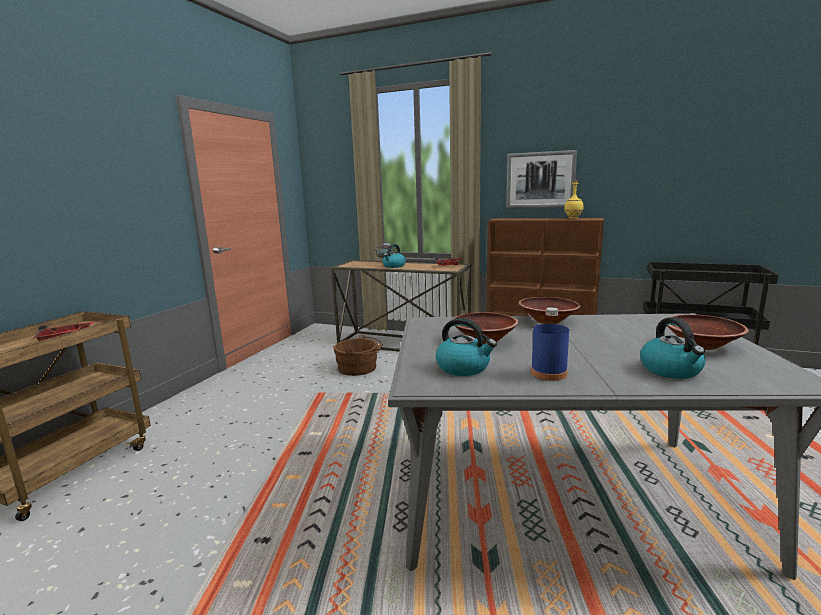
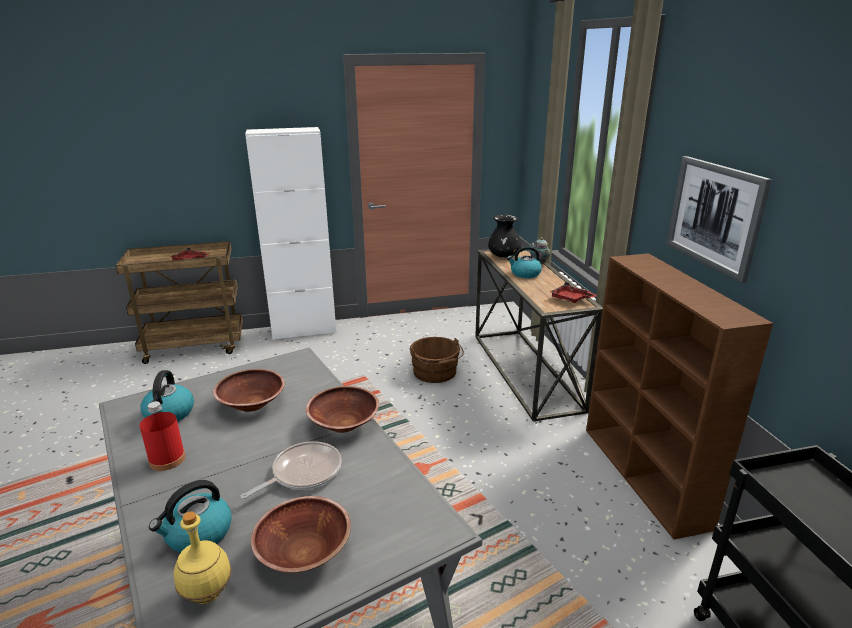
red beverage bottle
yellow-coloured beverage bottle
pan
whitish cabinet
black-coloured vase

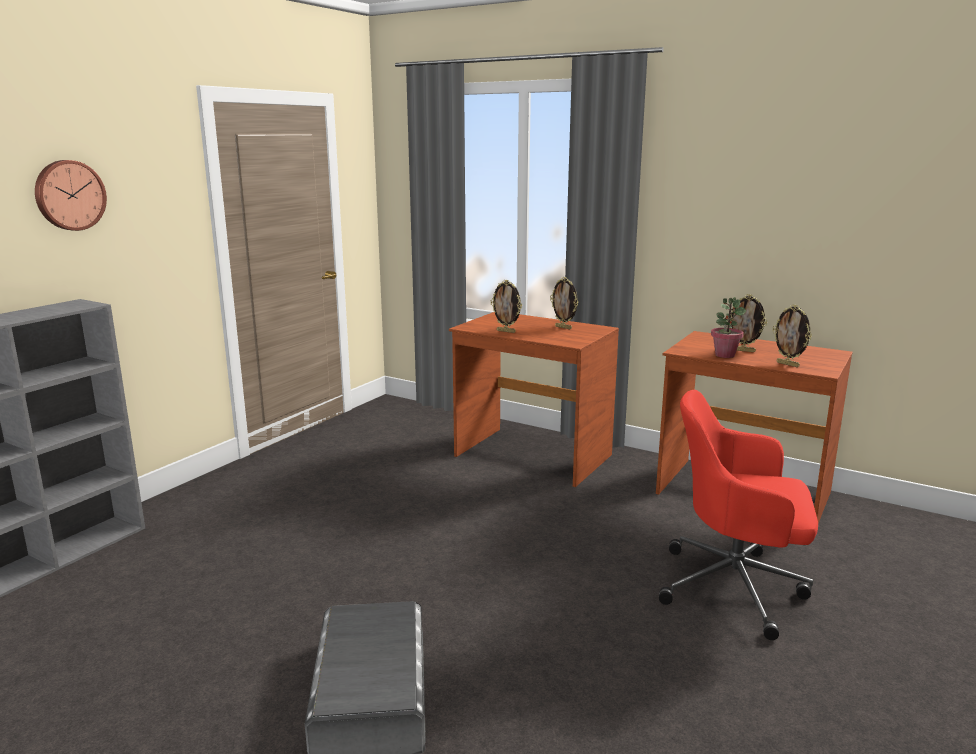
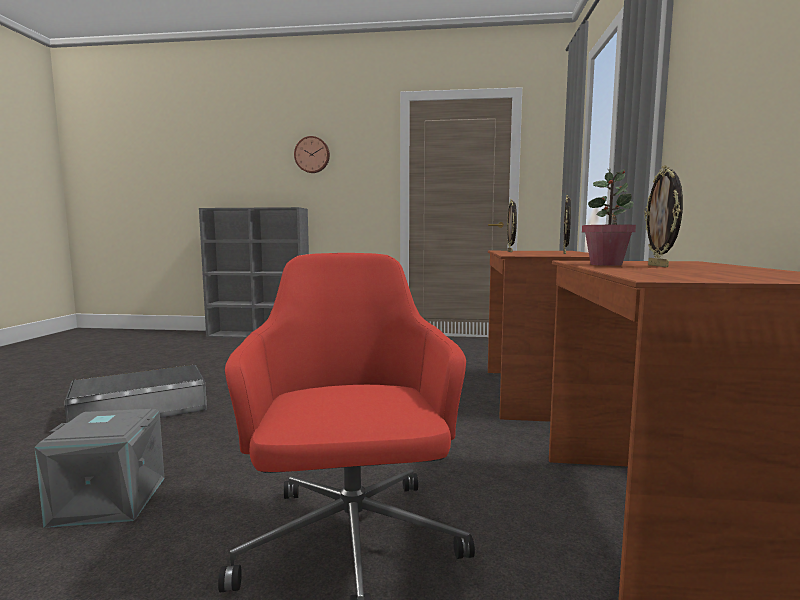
greyish storage box (1st from left)
standing frame (4th from left in the first image)

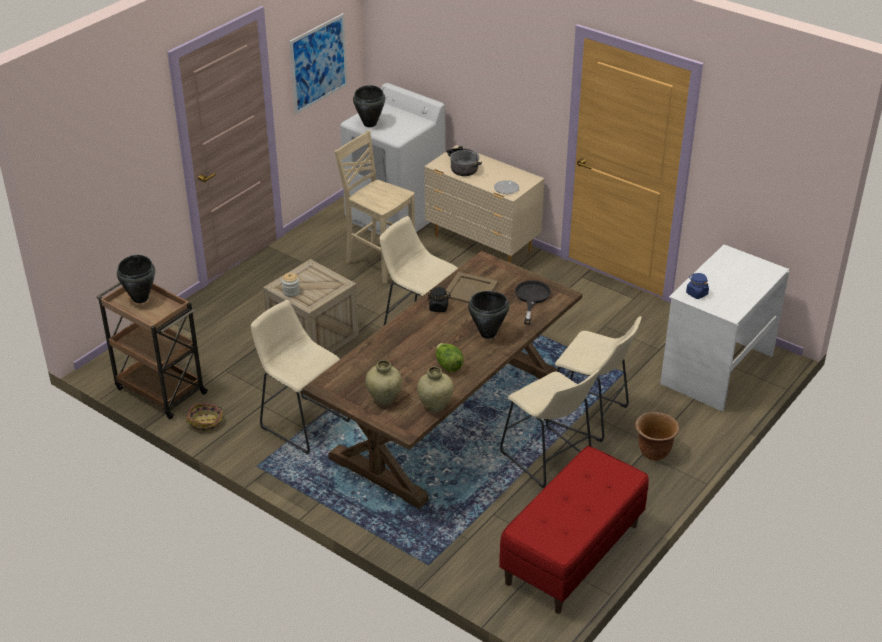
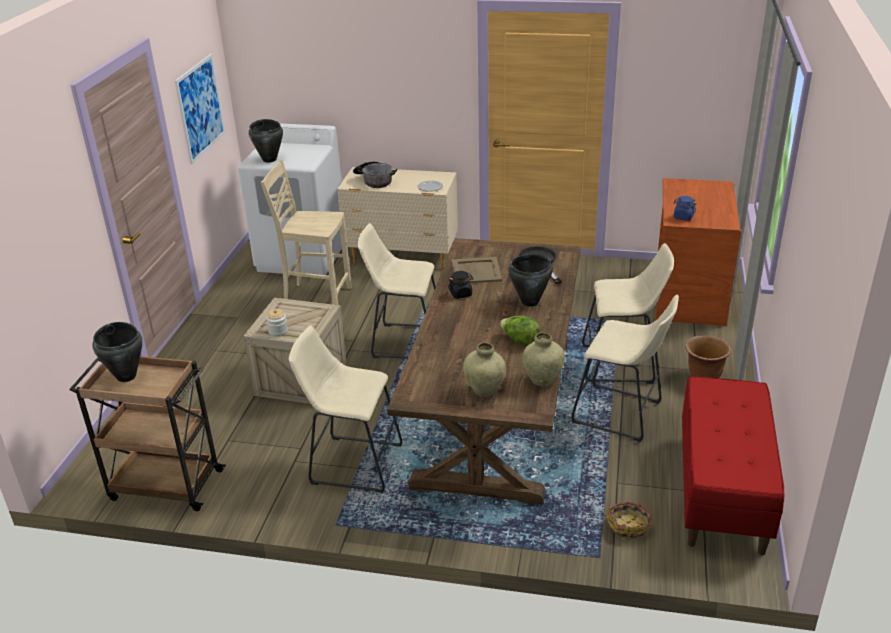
basket
brown desk

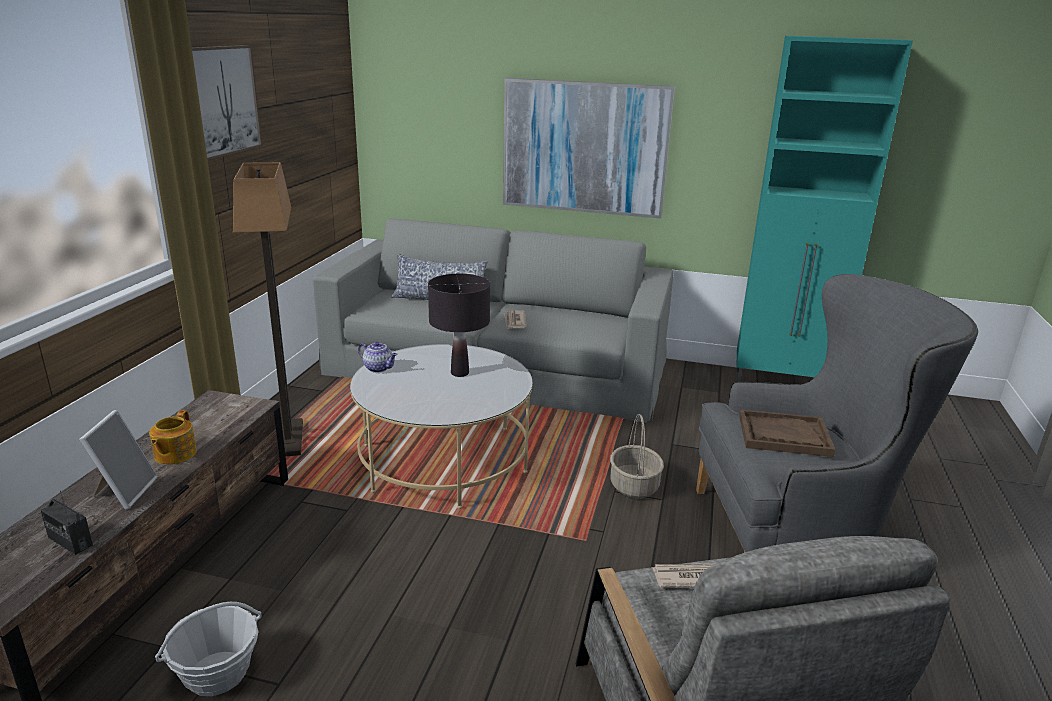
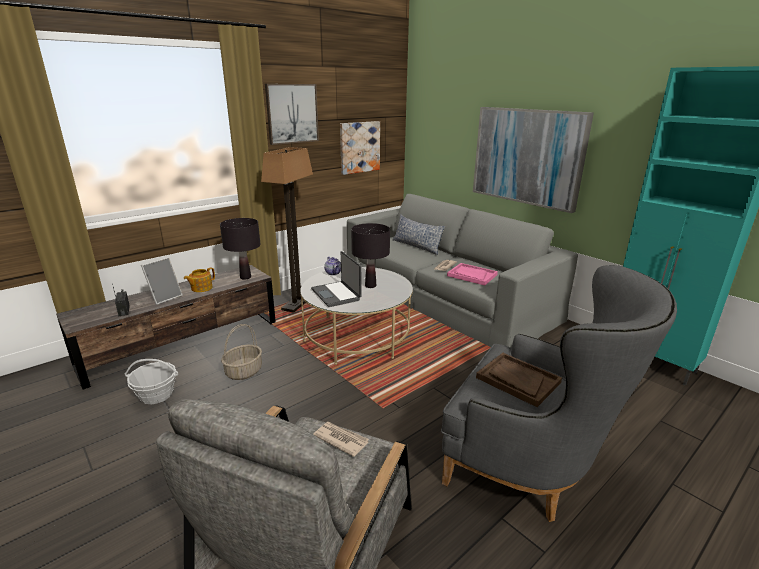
black-coloured table lamp (1st from left)
basket (2nd from left)
portable computer
wall art (2nd from left)
pink-coloured tray

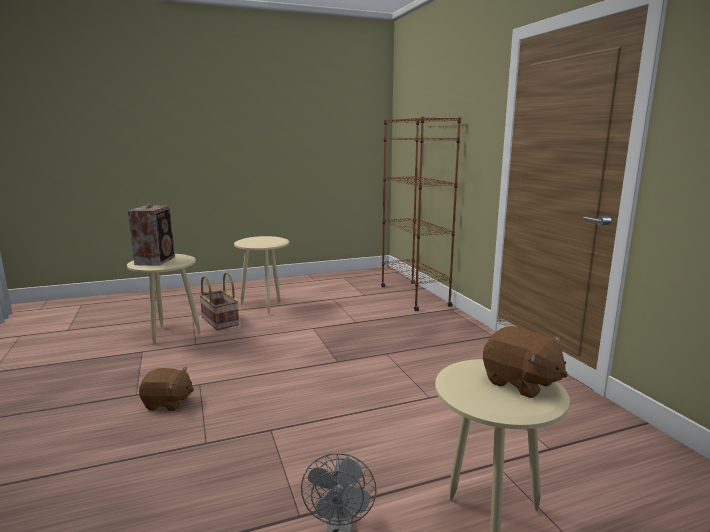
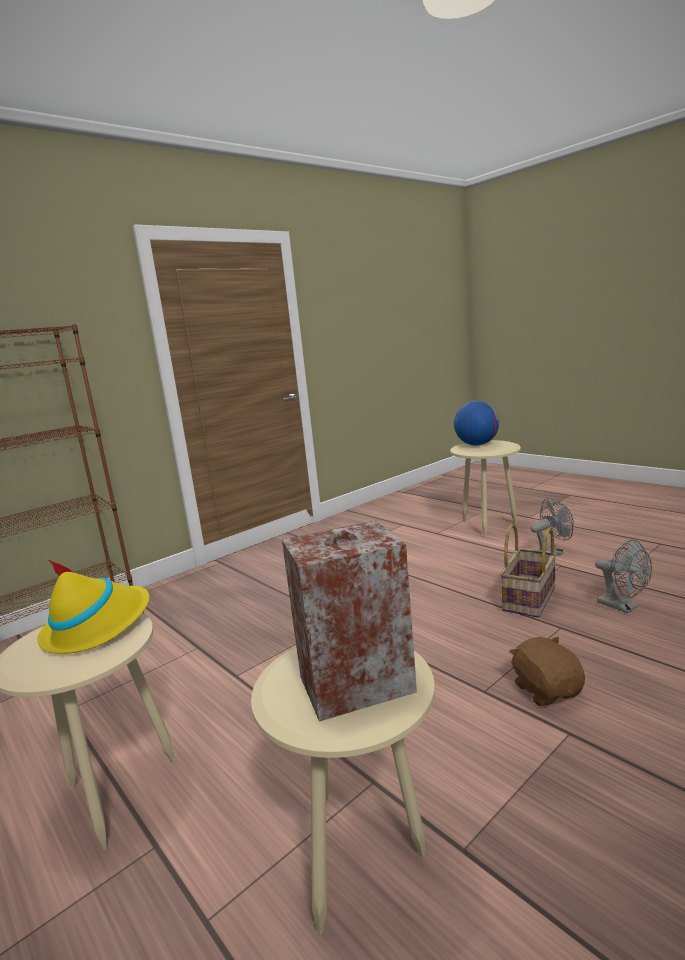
yellow-coloured clothing hat
globe
basket
greyish fan (2nd from left)

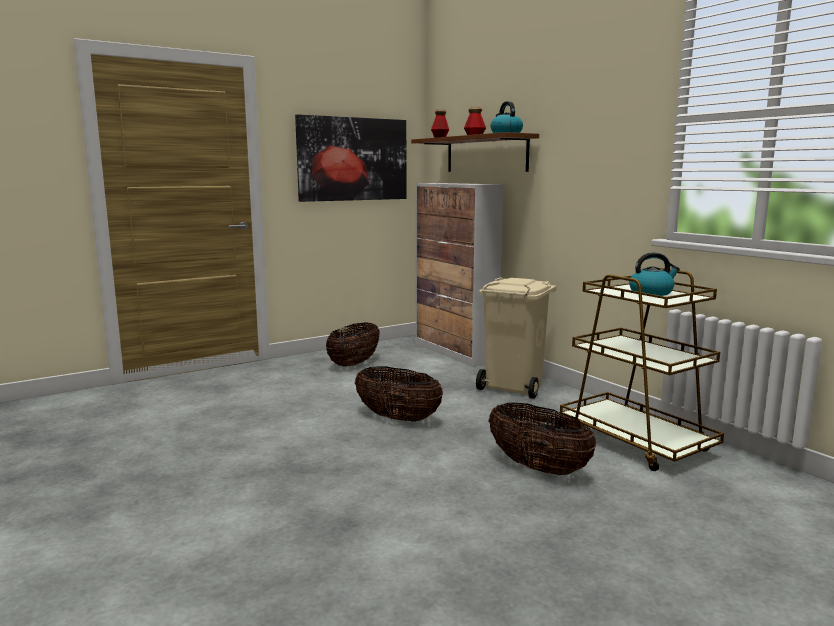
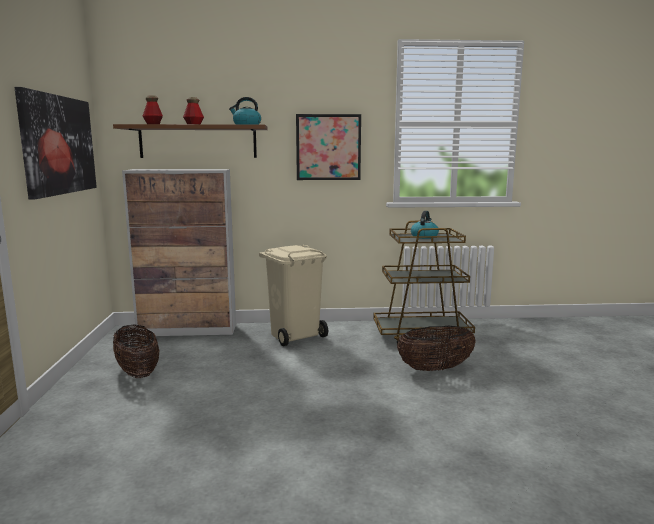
wall art (2nd from left)
basket (2nd from left in the first image)

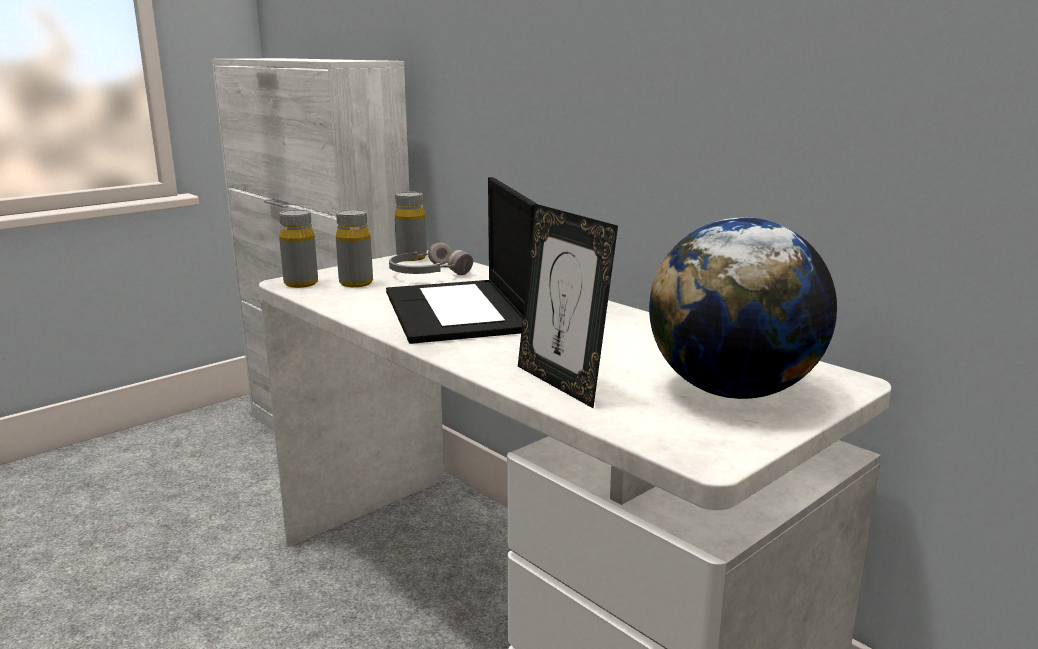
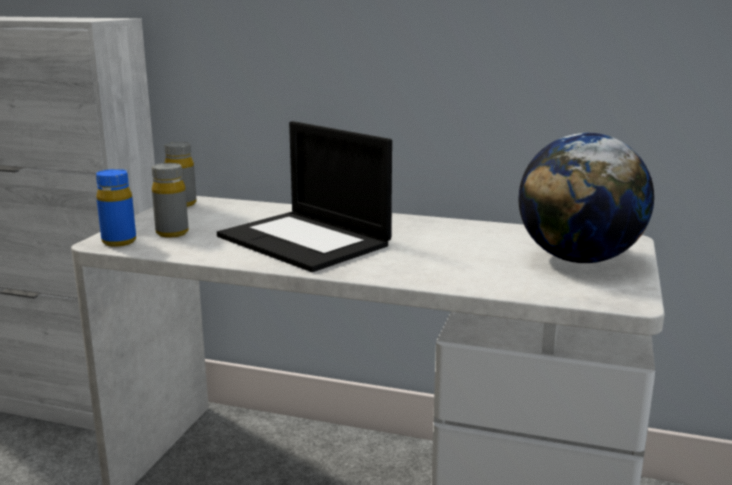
blue beverage bottle
greyish headphones
standing frame

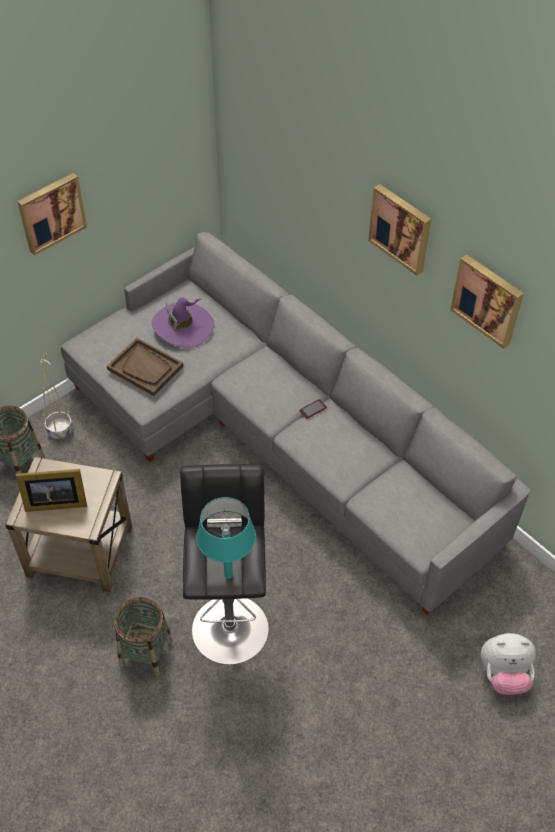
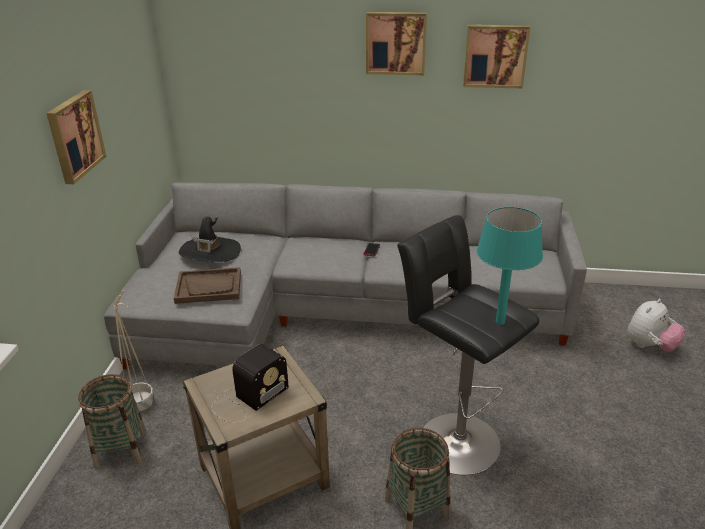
black-coloured clothing hat
radio

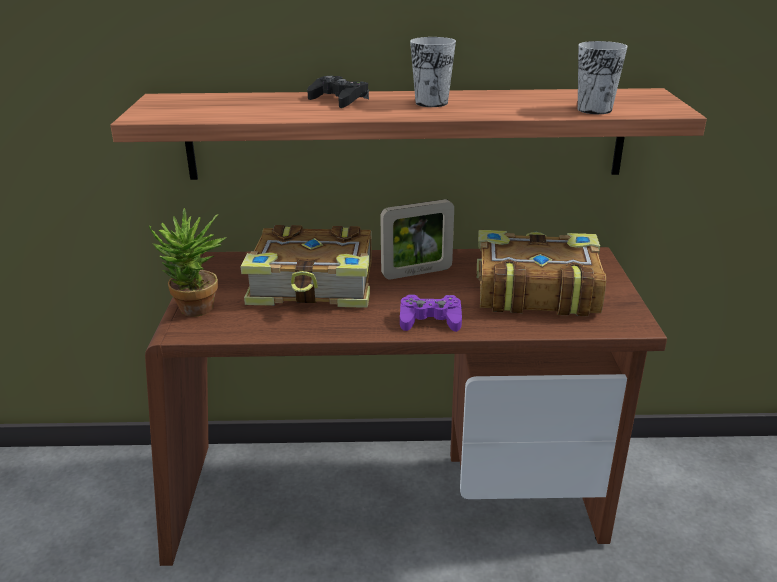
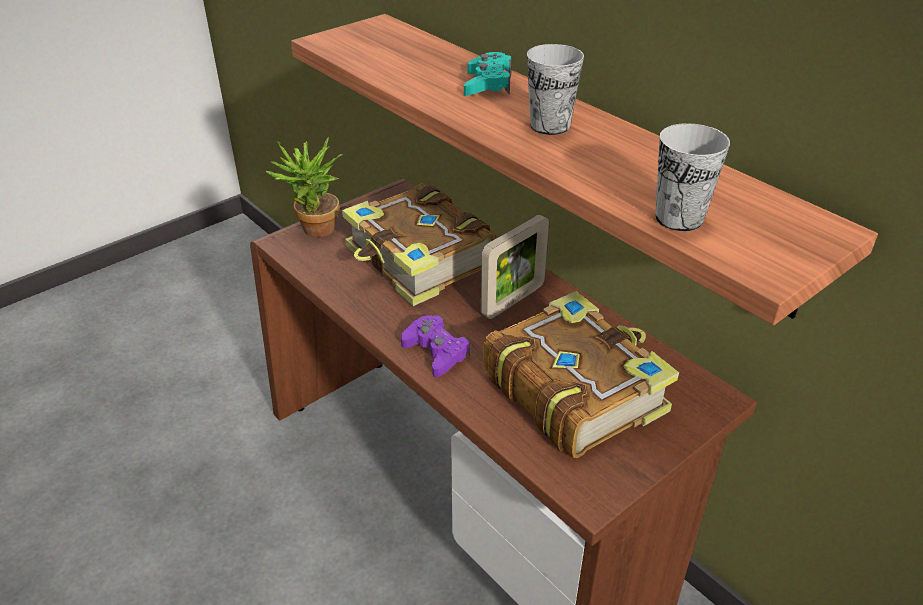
blue-green joypad
standing frame

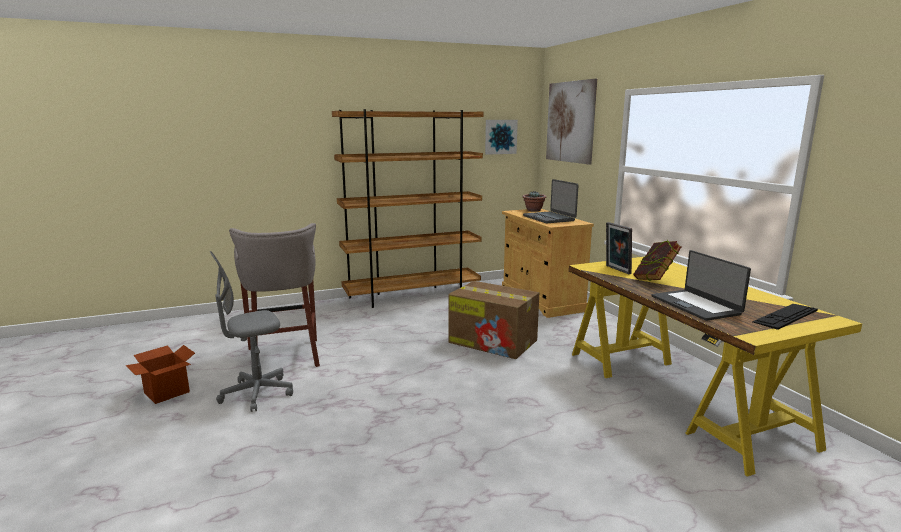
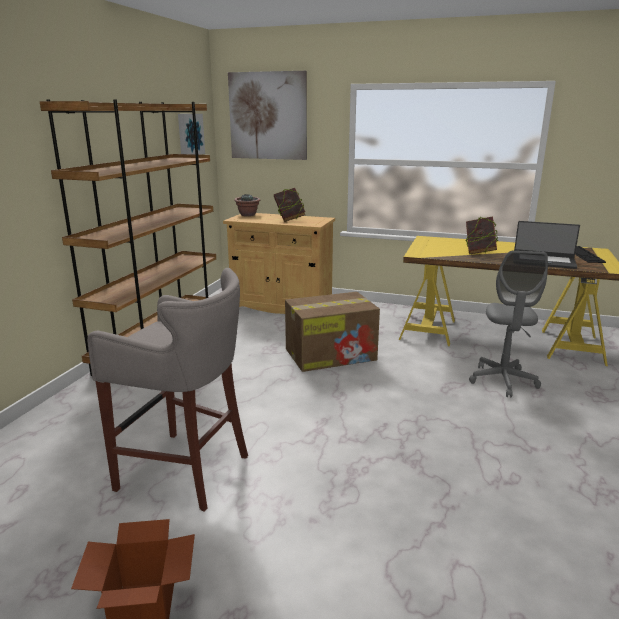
book (1st from left)
greyish office chair
standing frame

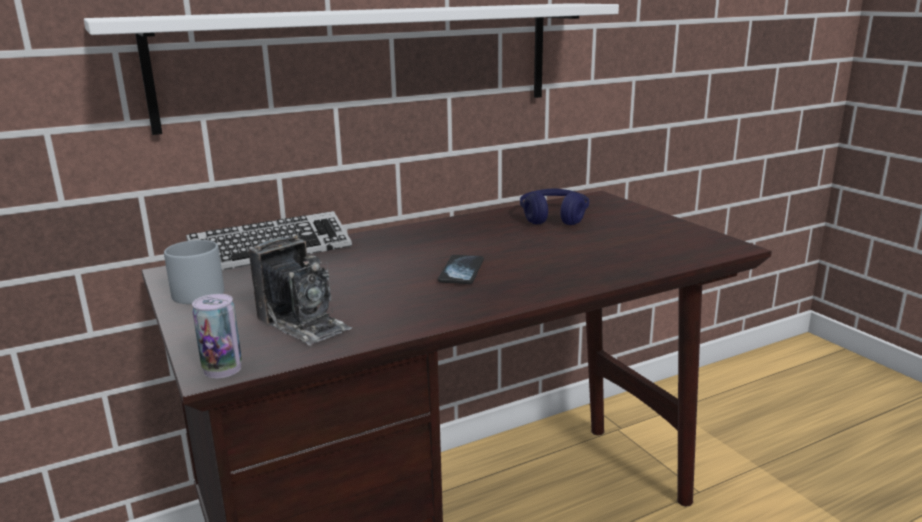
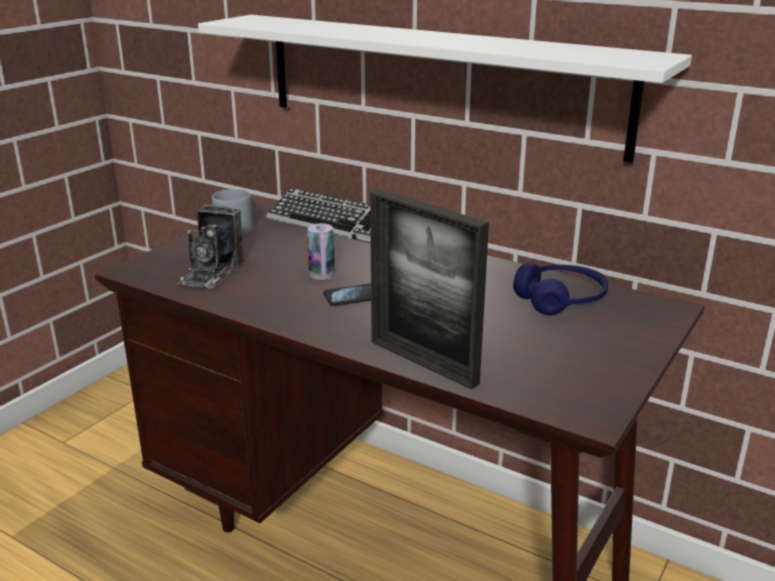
sealed can
standing frame

